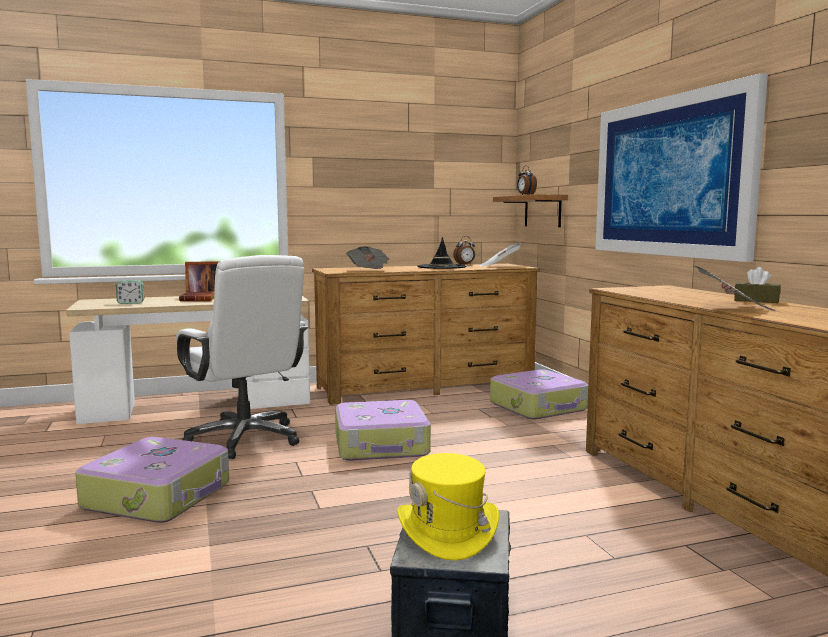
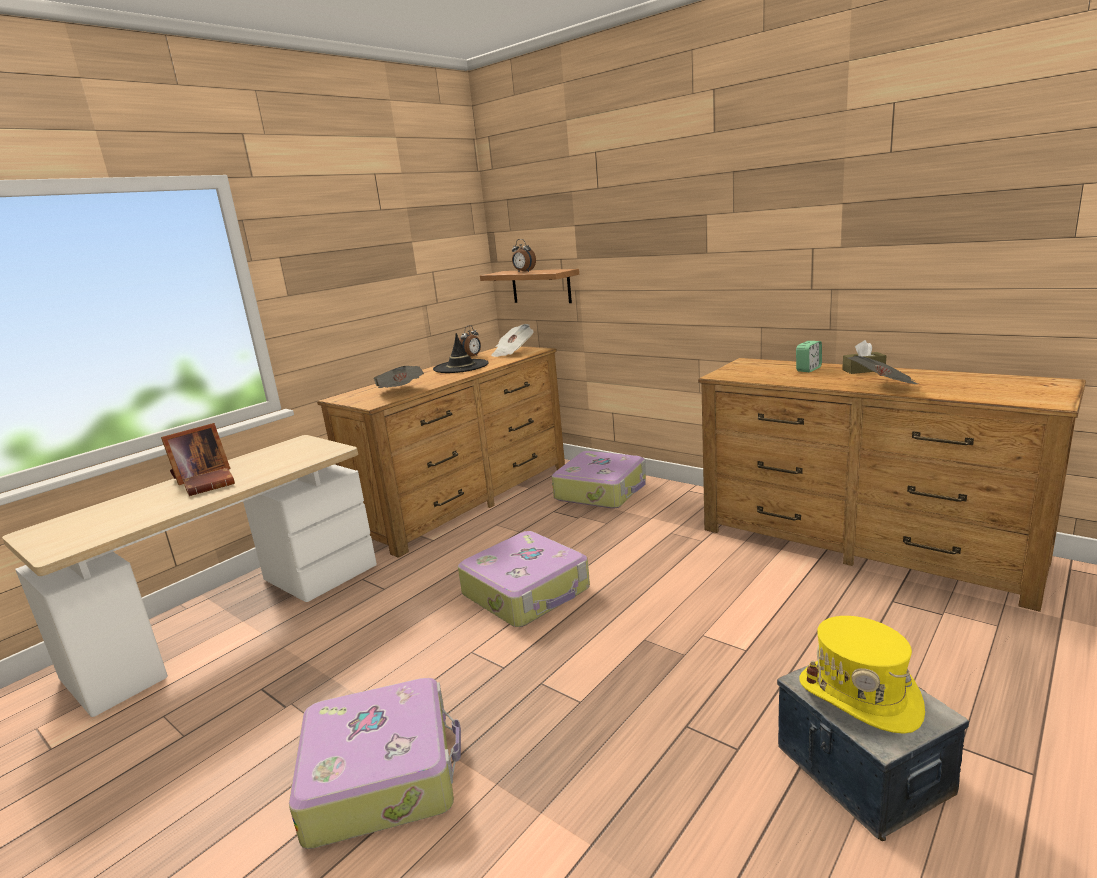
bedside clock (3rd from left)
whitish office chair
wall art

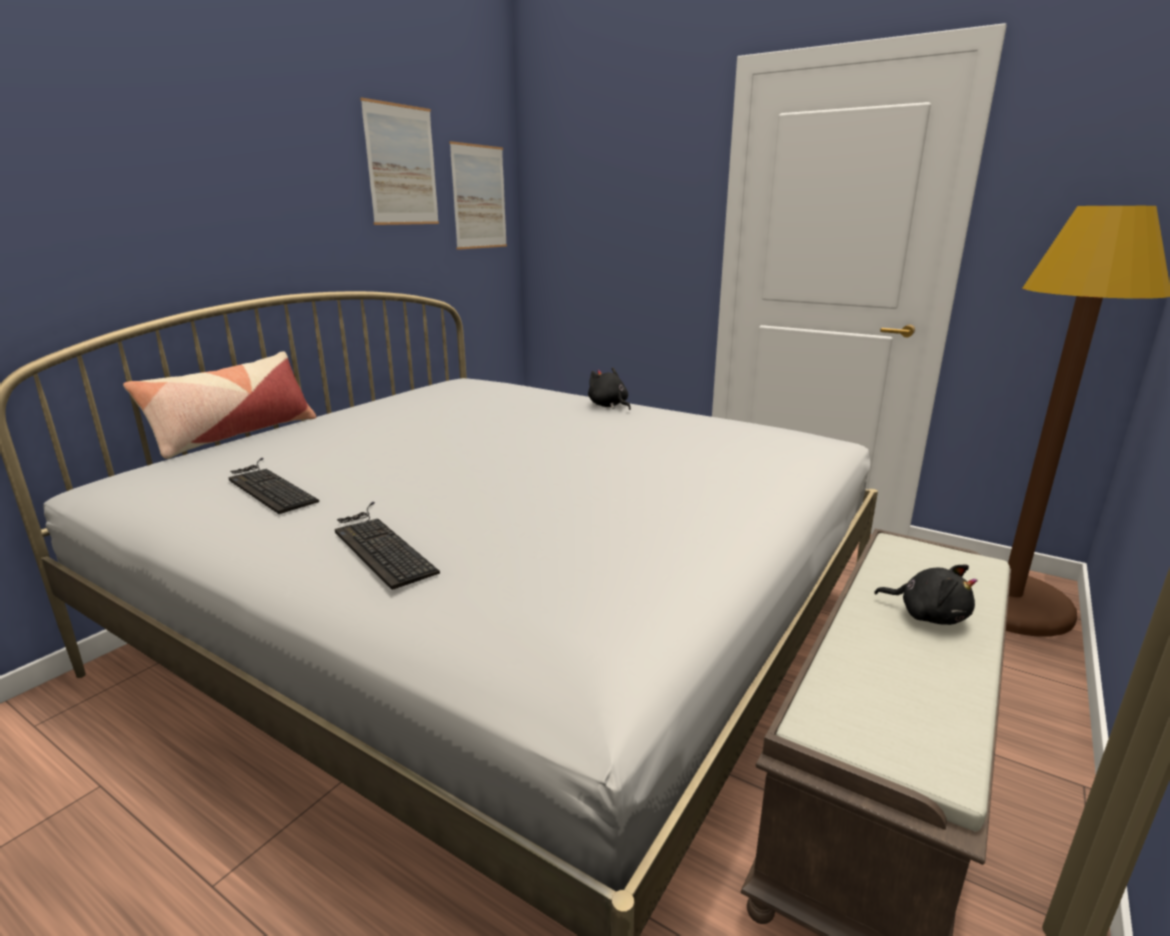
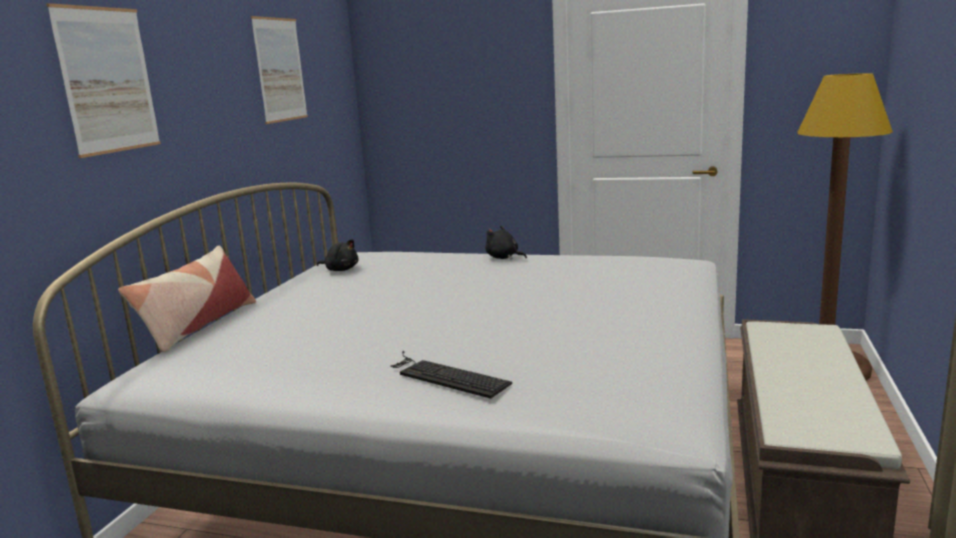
wall art (1st from left)
black-coloured plush toy (1st from left)
keyboard (1st from left in the first image)

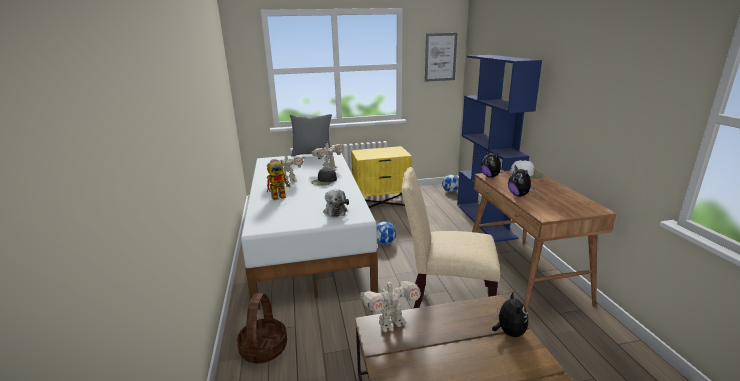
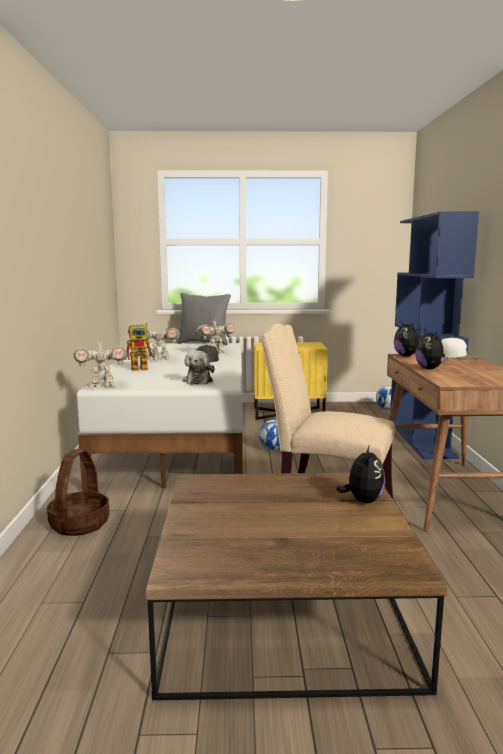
robot figure (1st from left)
wall art

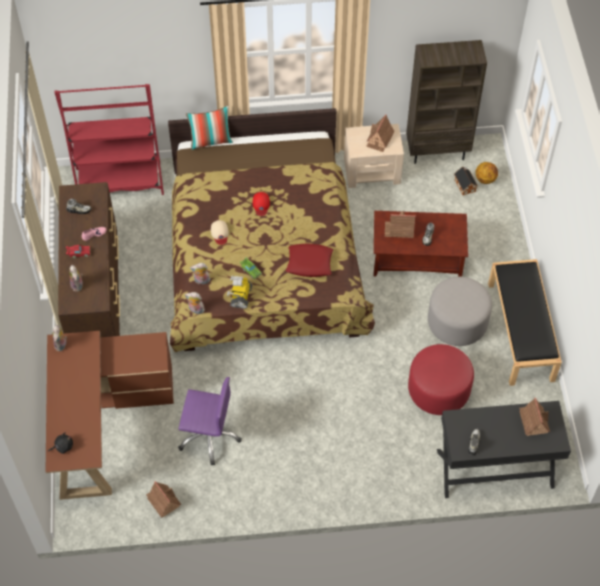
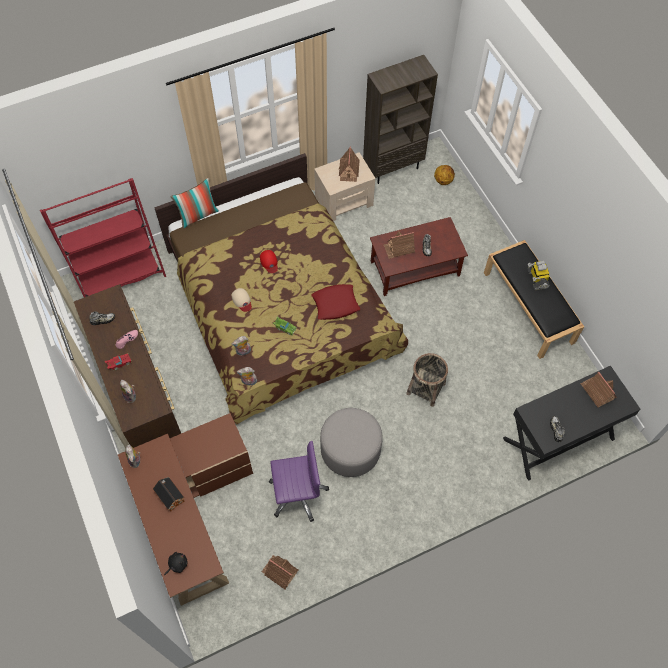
model house (1st from left)
greyish footrest
basket
robot figure
red footrest

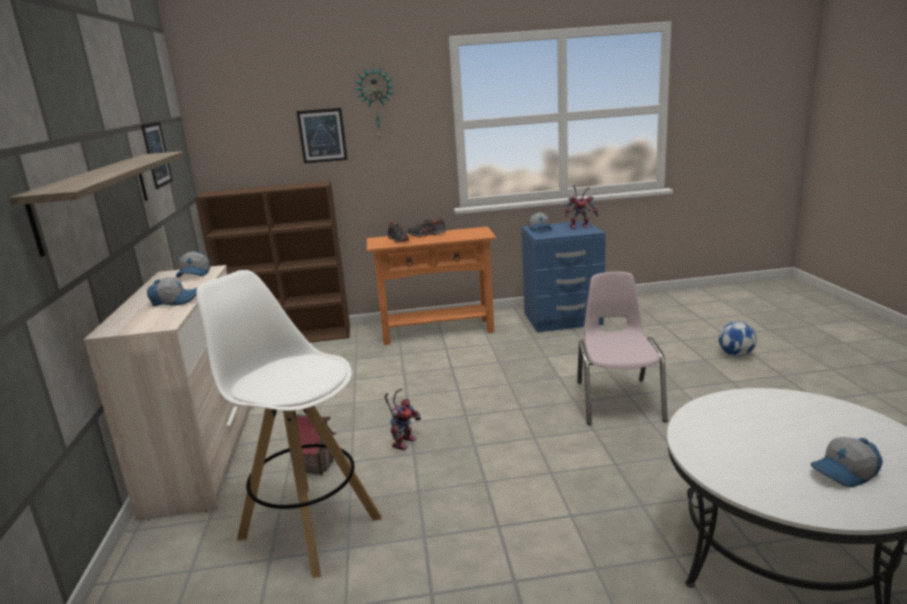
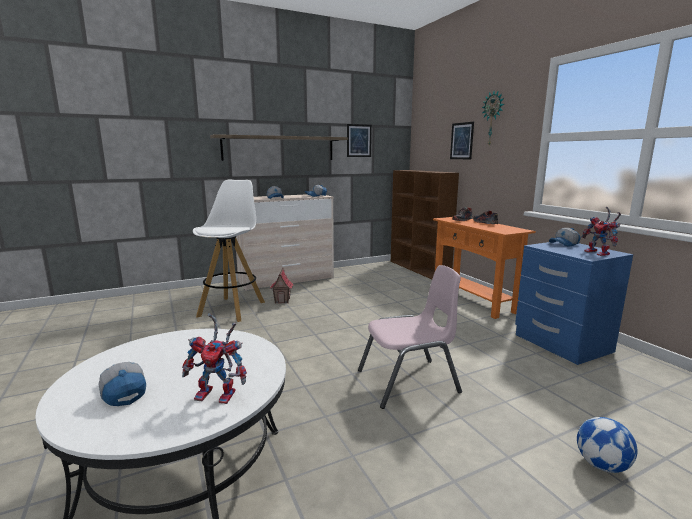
robot figure (1st from left)

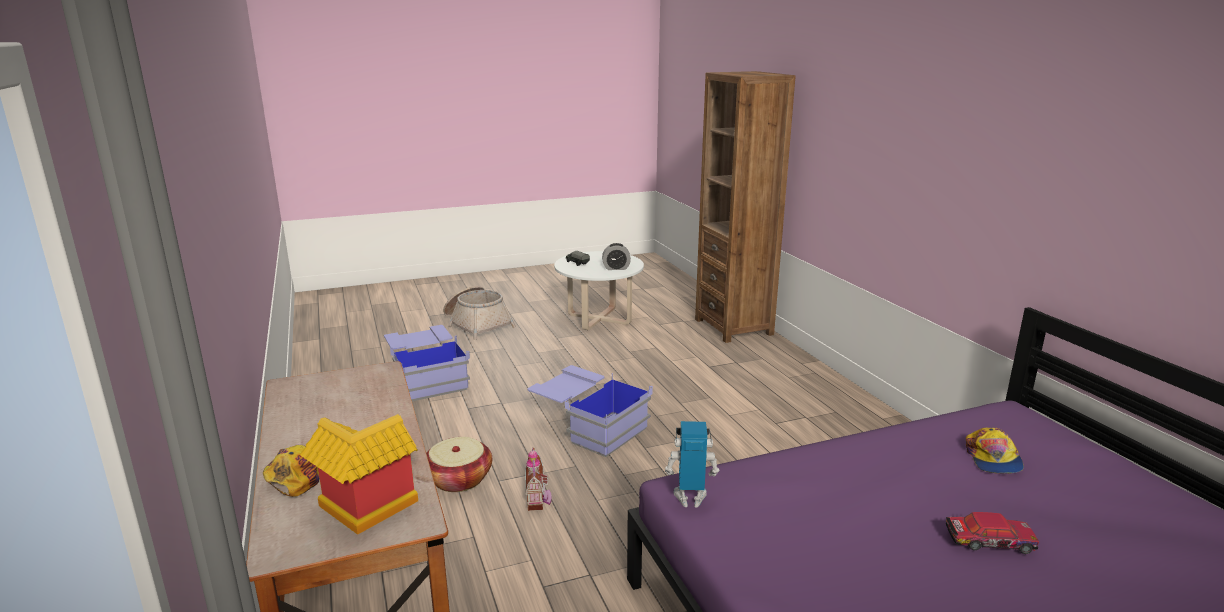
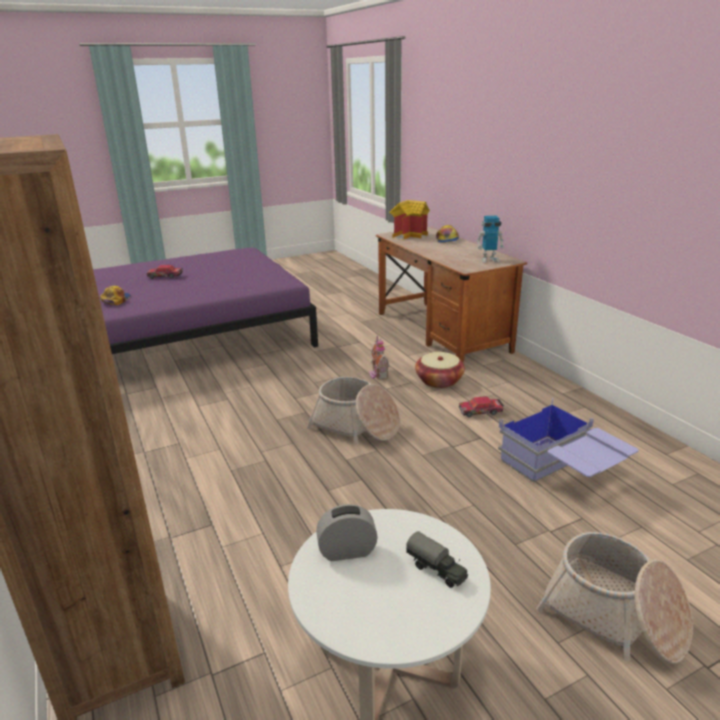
basket (1st from left)
toy car (2nd from left)
robot figure

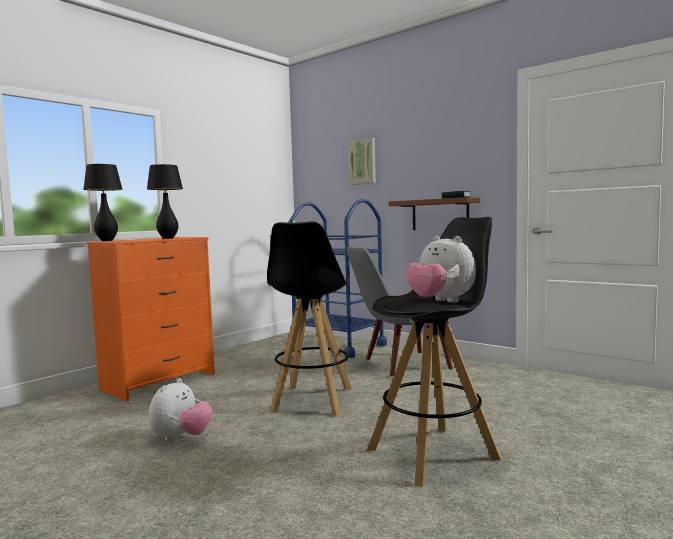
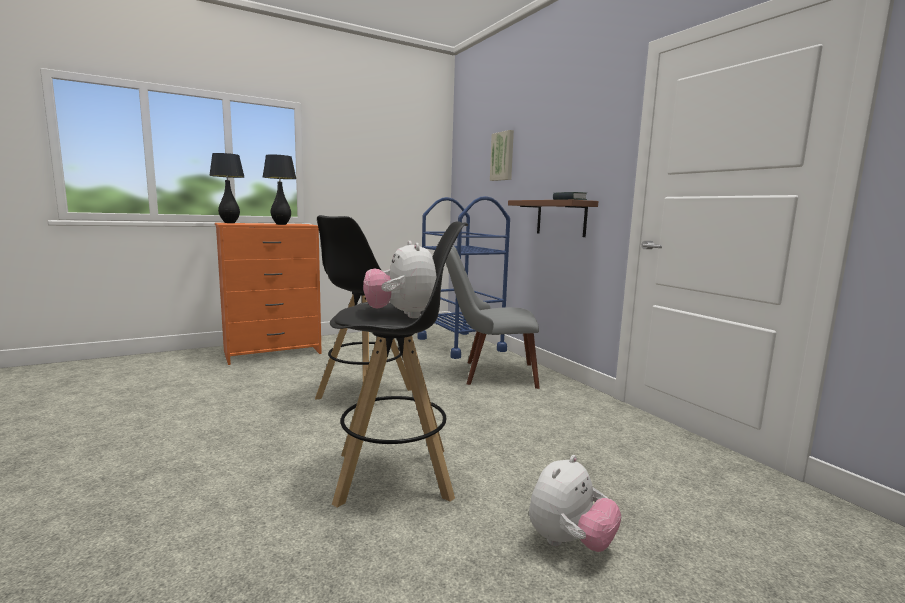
plush toy (2nd from left)

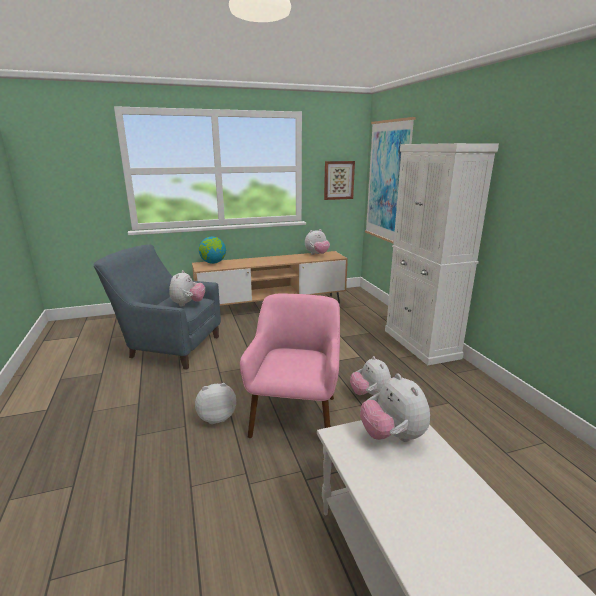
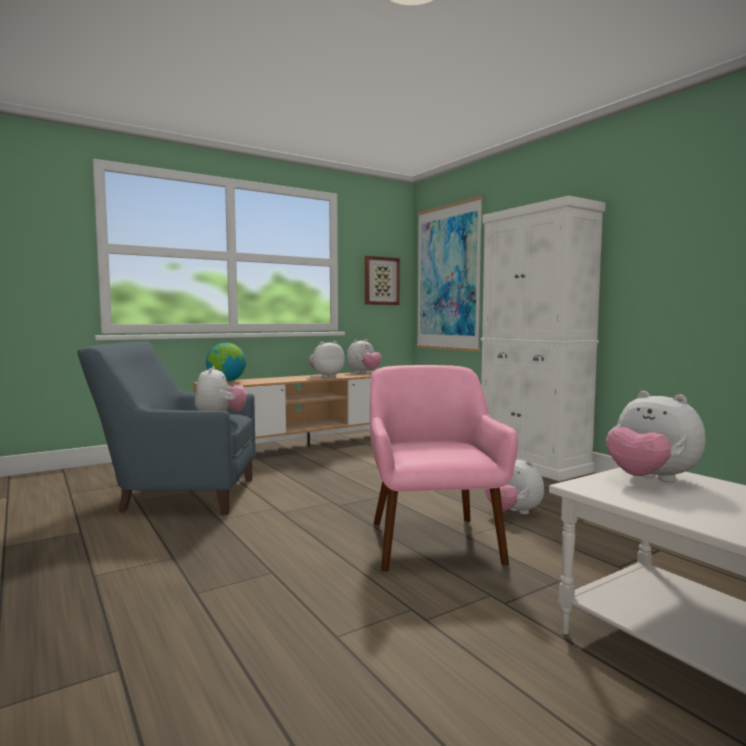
plush toy (2nd from left)

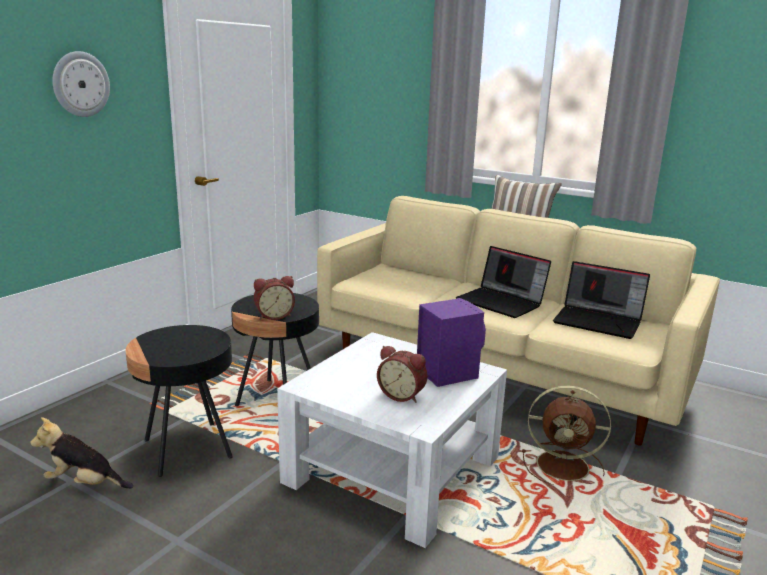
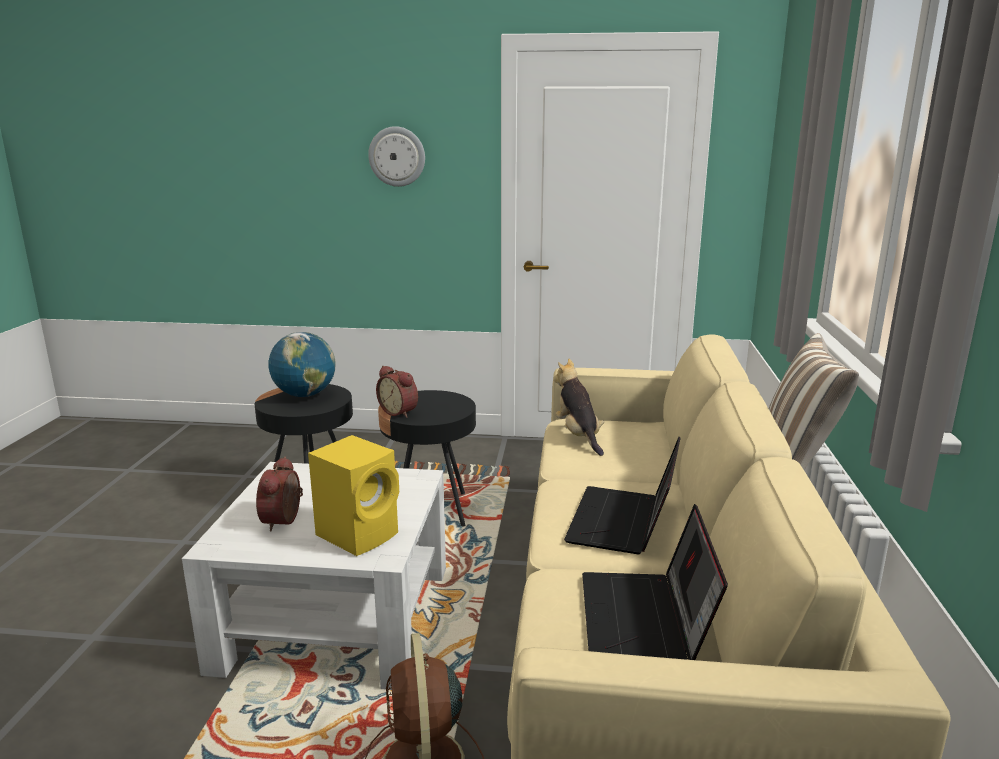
globe
yellow-coloured audio speaker
plush toy

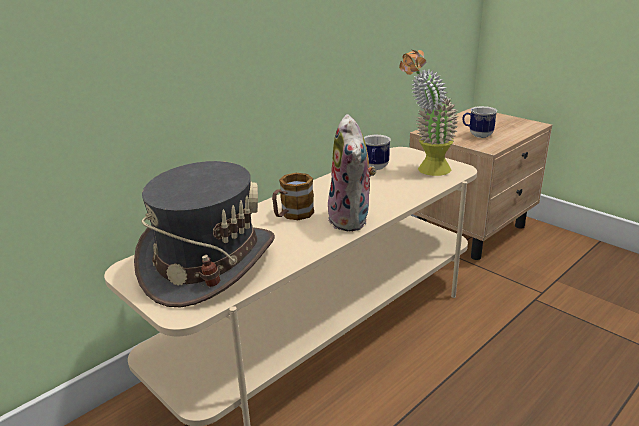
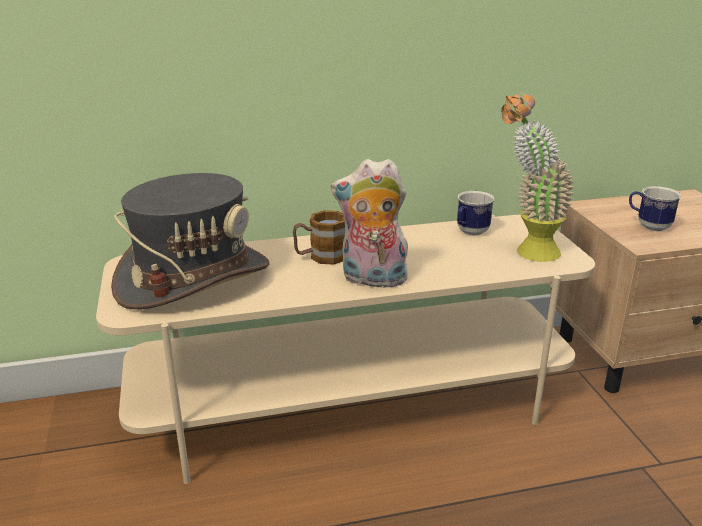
plush toy

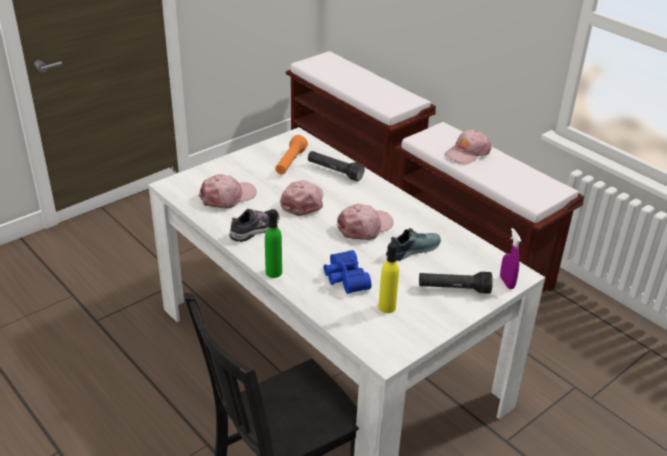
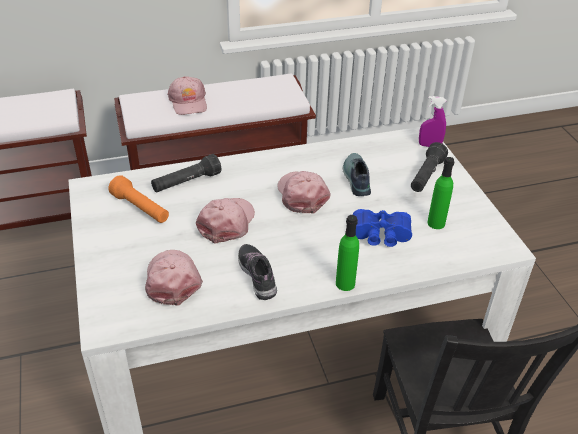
pink-coloured baseball cap (3rd from left)
green beverage bottle (2nd from left)

